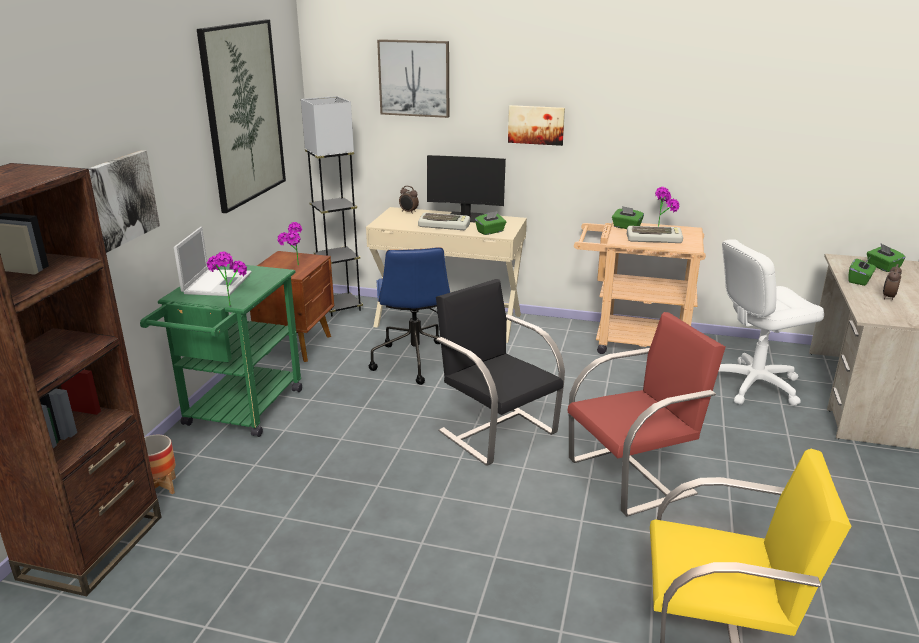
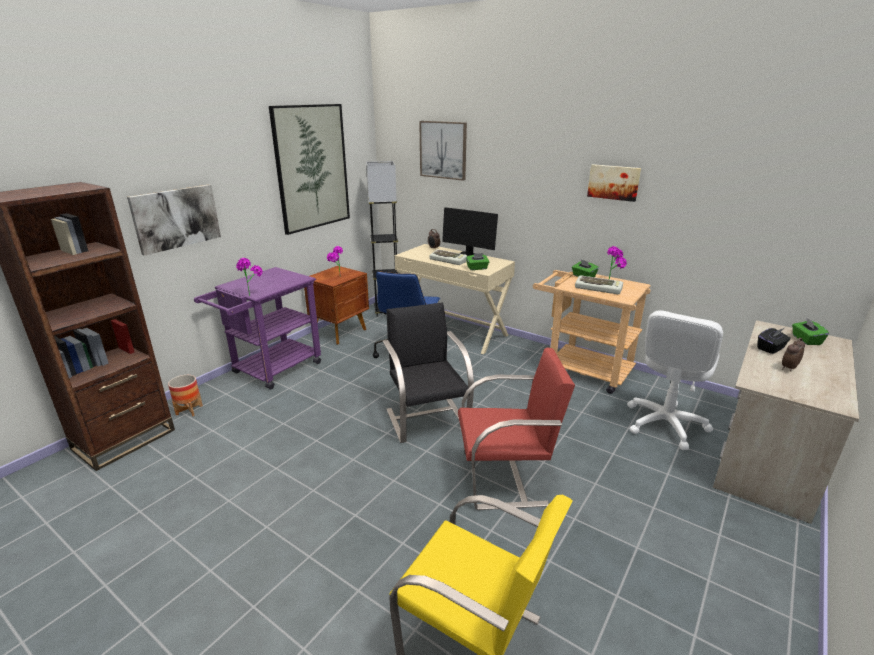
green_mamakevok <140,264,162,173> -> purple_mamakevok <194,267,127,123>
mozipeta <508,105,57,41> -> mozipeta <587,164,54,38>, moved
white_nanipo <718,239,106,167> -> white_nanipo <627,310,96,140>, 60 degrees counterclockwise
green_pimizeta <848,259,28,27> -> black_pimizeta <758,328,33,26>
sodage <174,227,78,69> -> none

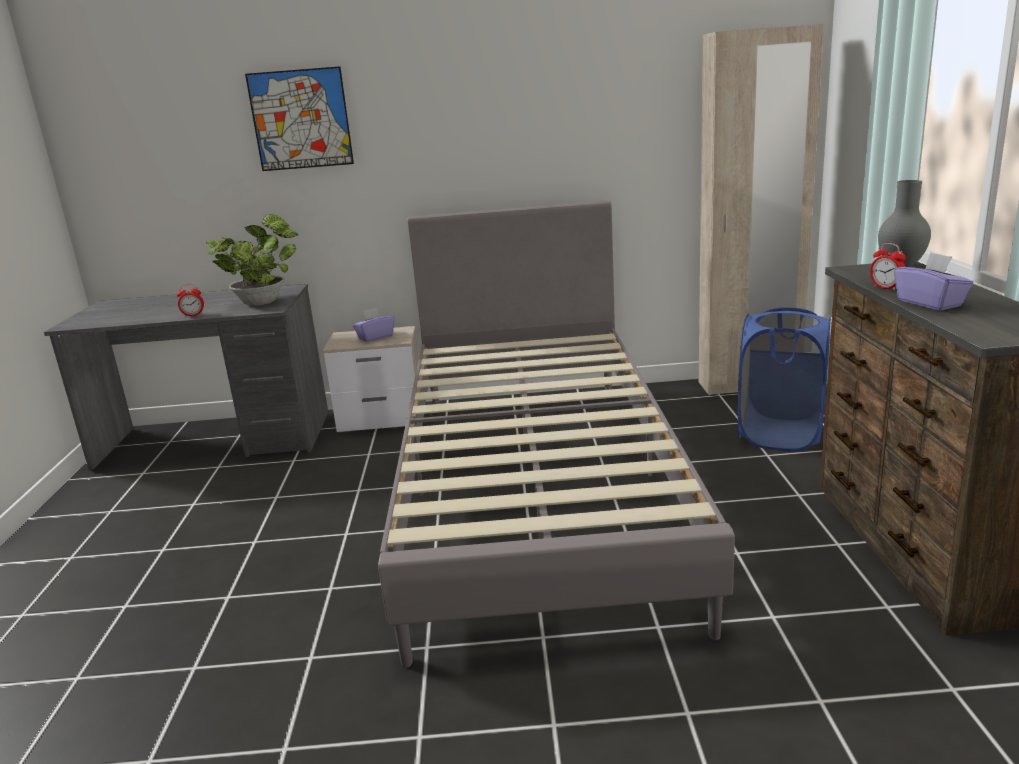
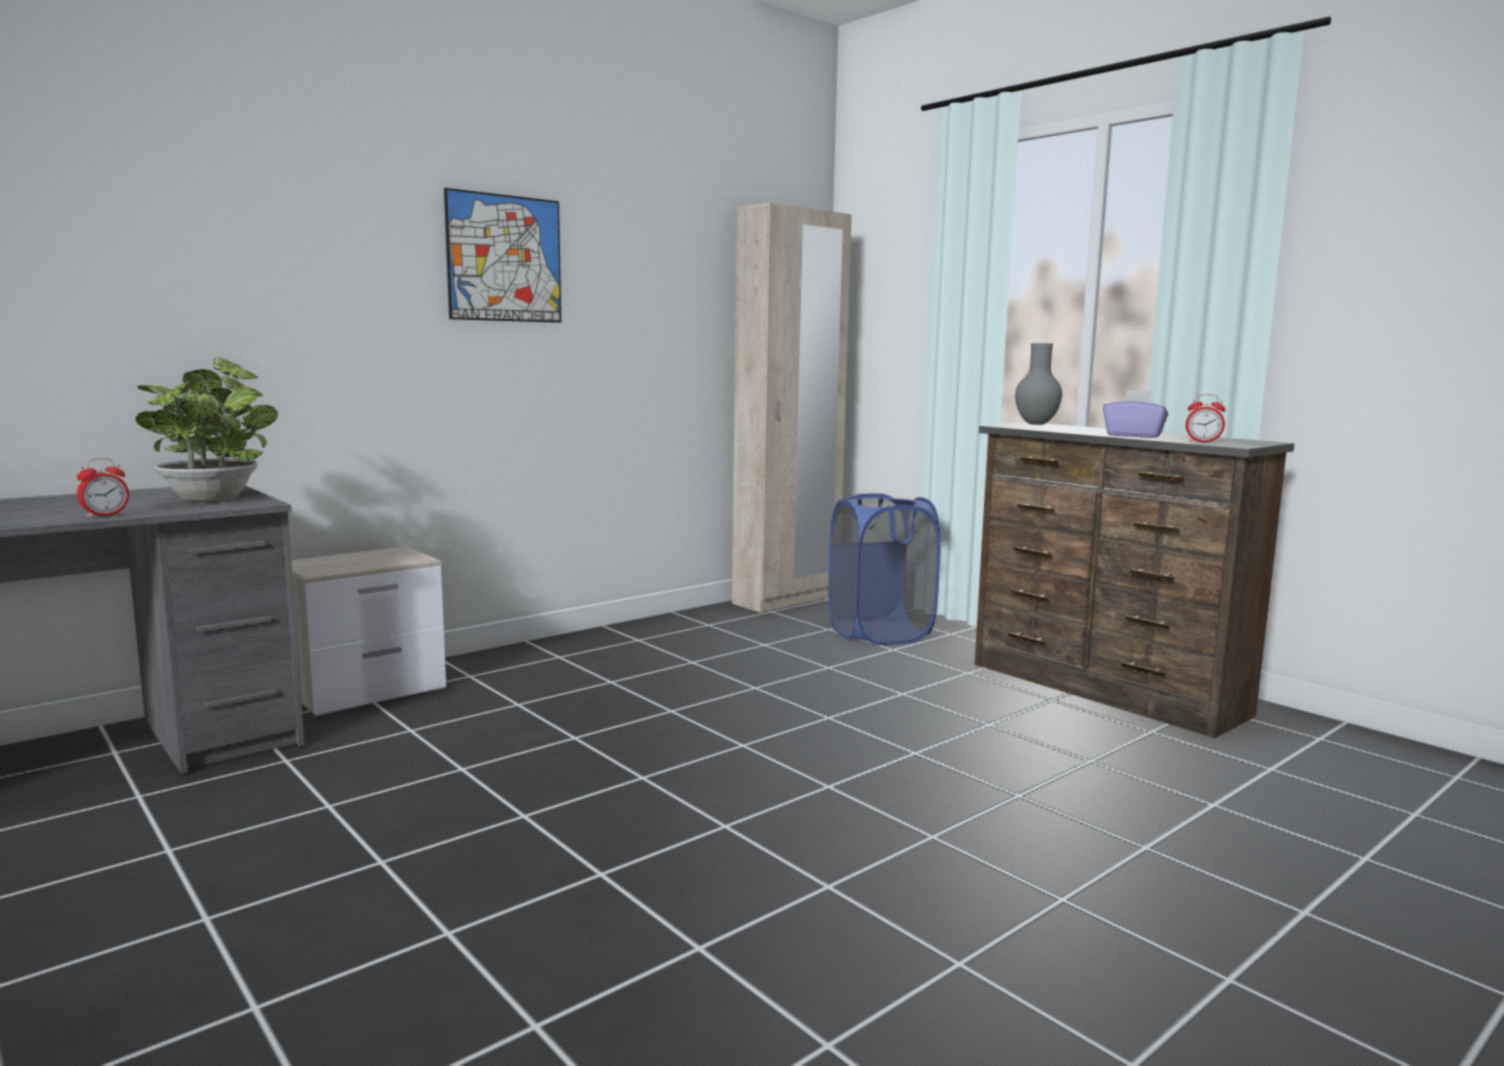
mozipeta <245,66,109,105> -> mozipeta <444,188,117,135>, moved
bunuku <870,243,36,48> -> bunuku <1186,394,39,49>, moved
purple_pimizeta <353,307,42,35> -> none
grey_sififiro <378,200,357,468> -> none

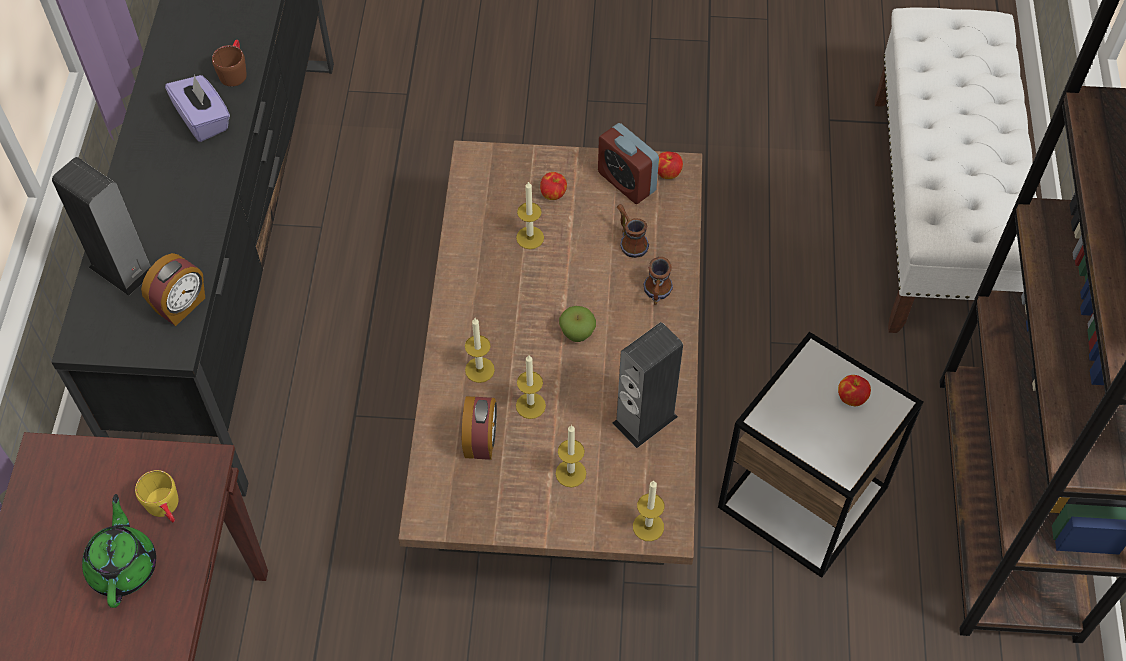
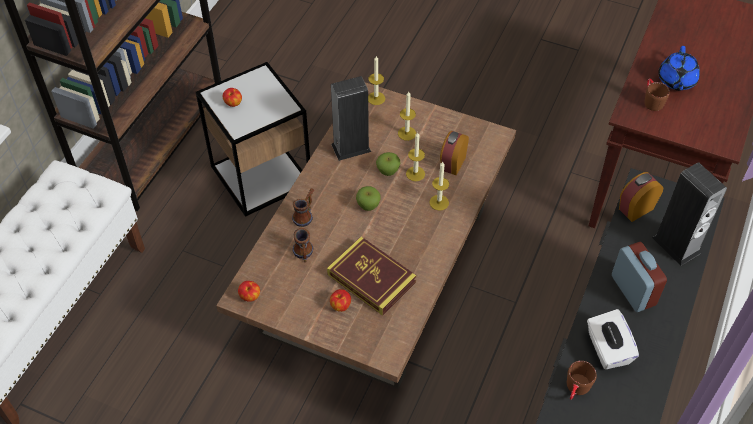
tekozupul <516,181,28,68> -> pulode <327,237,89,79>
none -> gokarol <376,152,24,24>
purple_pimizeta <165,74,65,68> -> white_pimizeta <587,309,52,60>
bunuku <598,123,61,81> -> bunuku <612,242,55,70>, moved
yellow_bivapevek <135,470,44,52> -> brown_bivapevek <644,79,26,32>
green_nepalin <82,494,74,114> -> blue_nepalin <658,46,42,45>

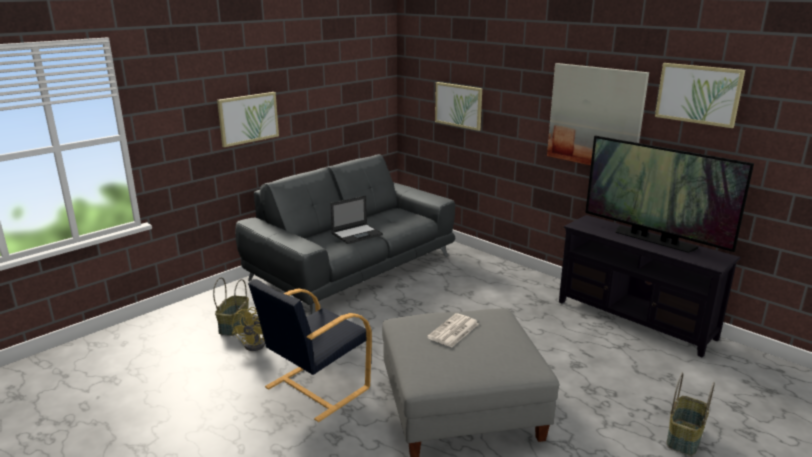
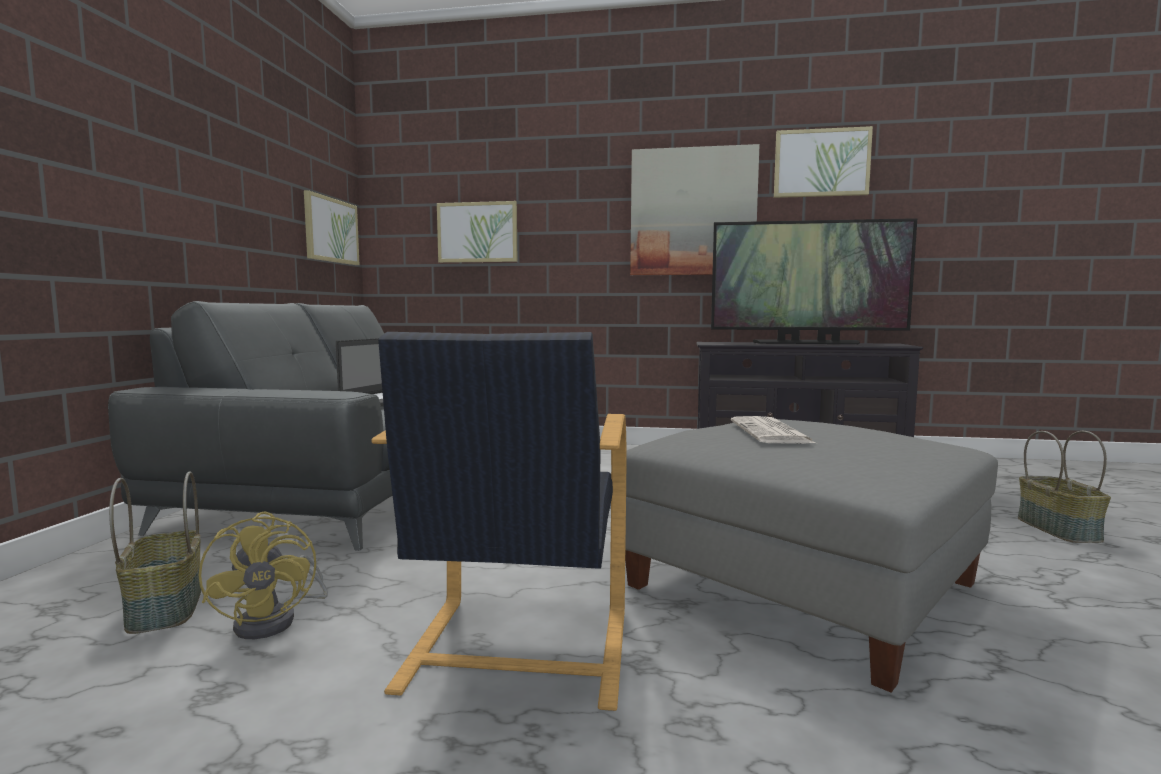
mozipeta <217,92,62,55> -> mozipeta <304,190,56,75>, moved

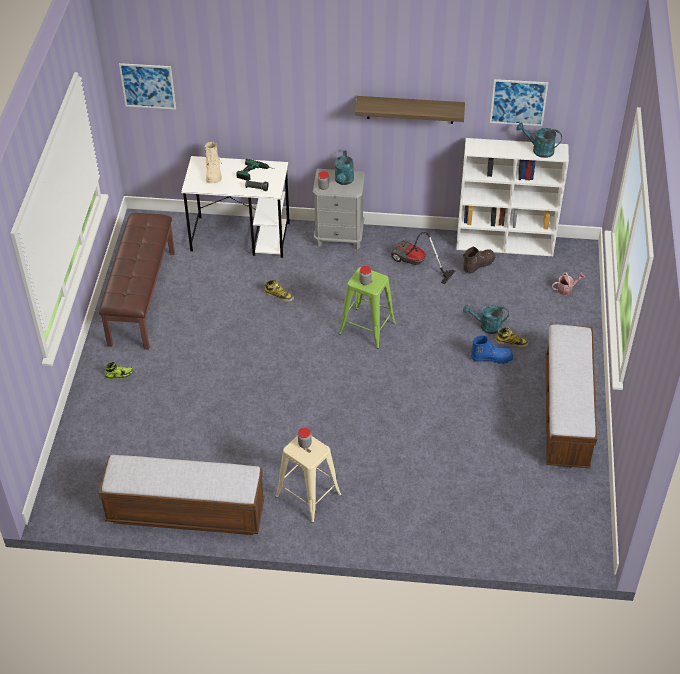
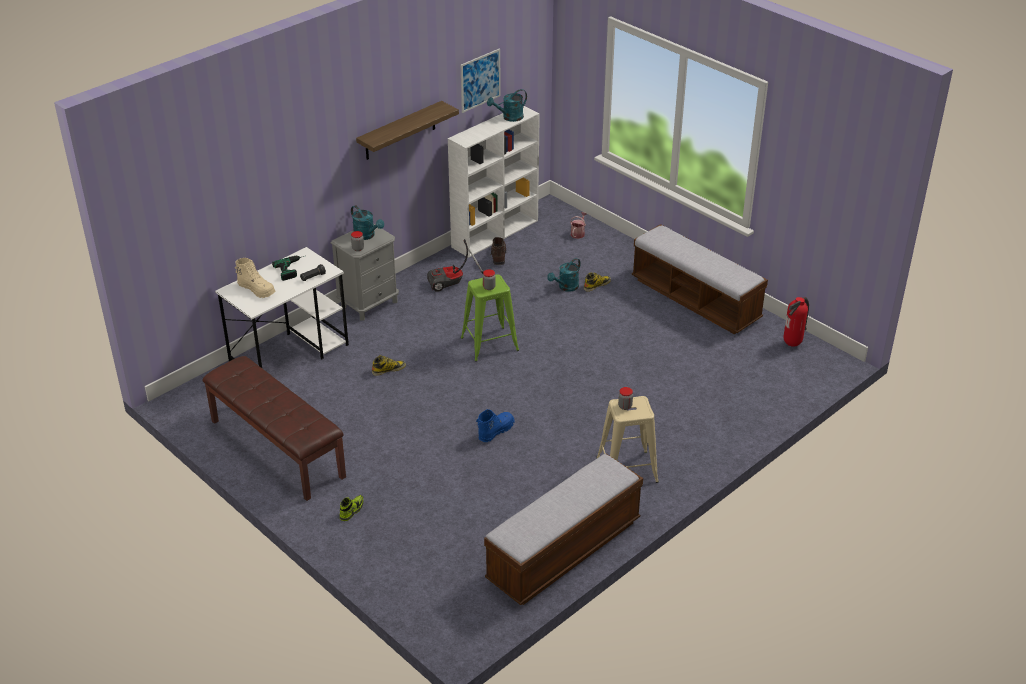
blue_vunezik <471,336,42,28> -> blue_vunezik <476,409,39,33>, moved
none -> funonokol <784,297,25,50>
mozipeta <119,63,57,46> -> none

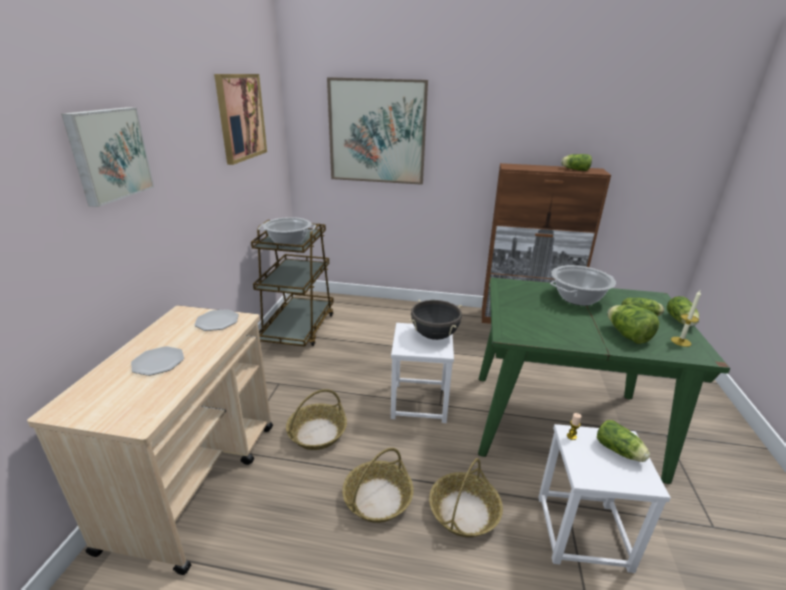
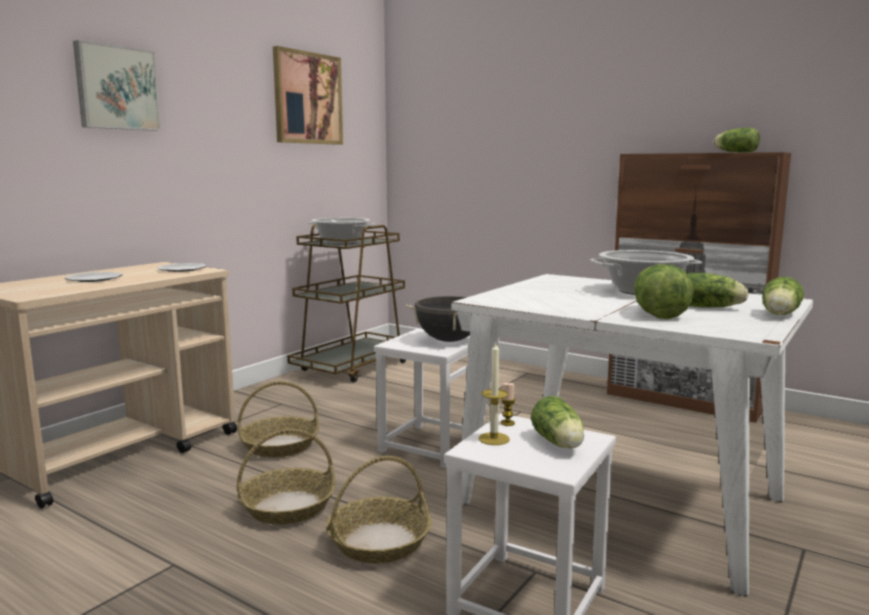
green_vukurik <478,277,252,207> -> white_vukurik <451,274,362,323>
tekozupul <671,290,30,57> -> tekozupul <479,343,31,102>, moved
mozipeta <327,77,101,108> -> none

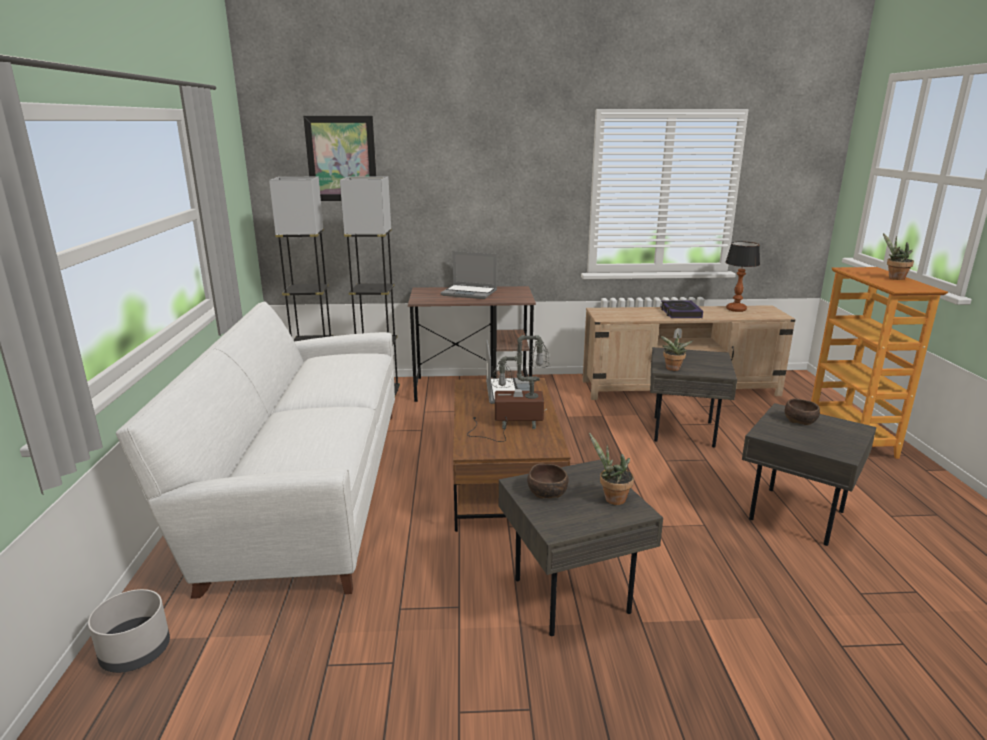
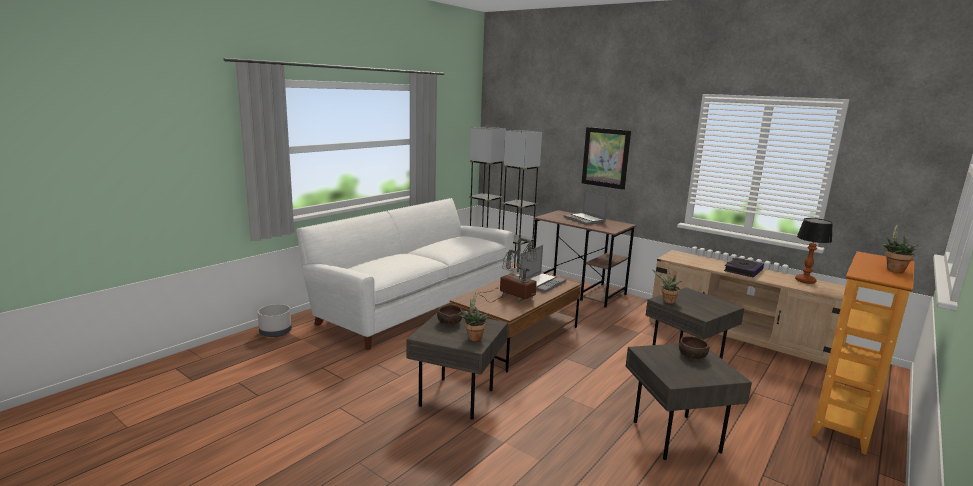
mozipeta <303,116,73,85> -> mozipeta <582,127,49,63>, moved

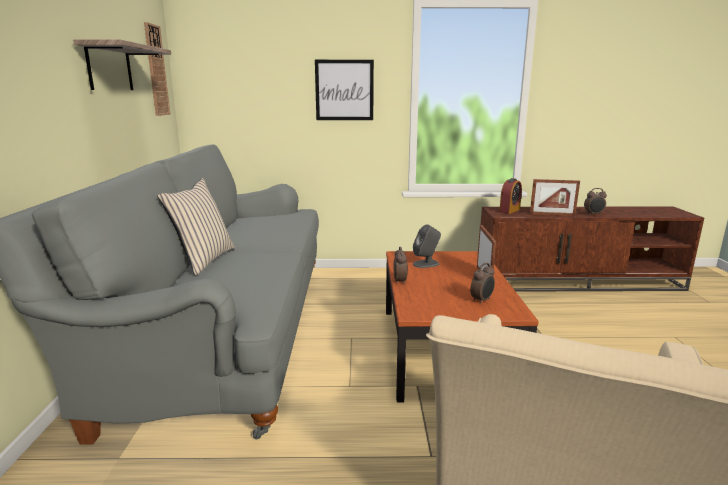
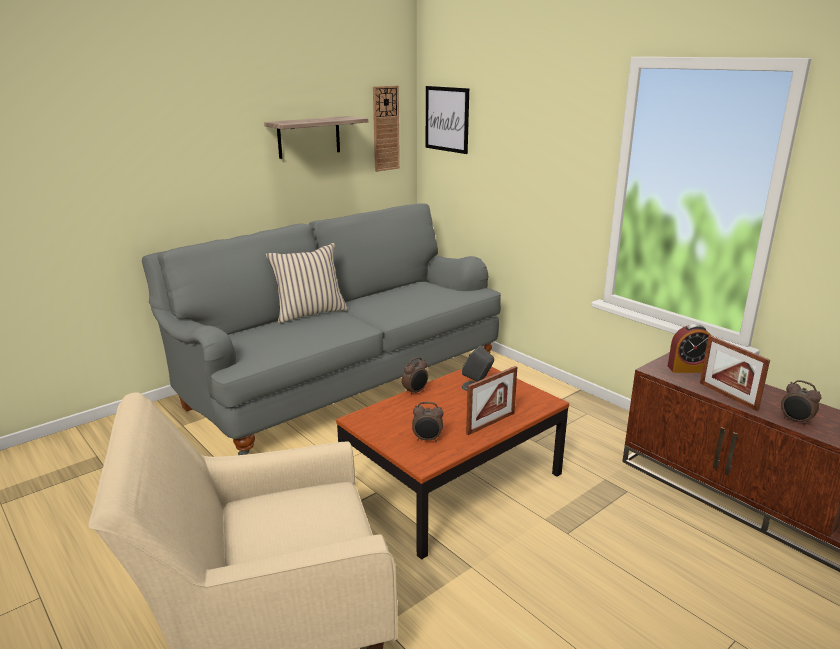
mozipeta <315,60,59,60> -> mozipeta <426,86,43,68>, moved

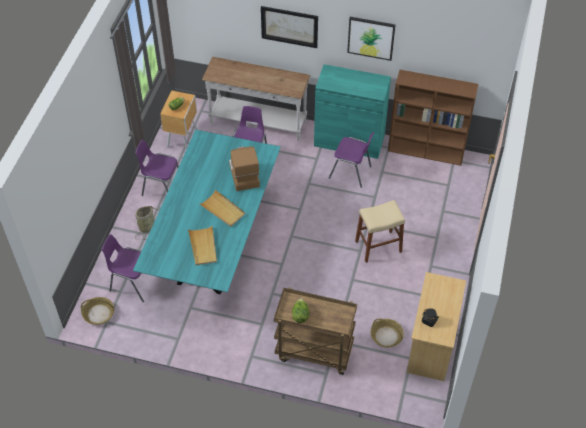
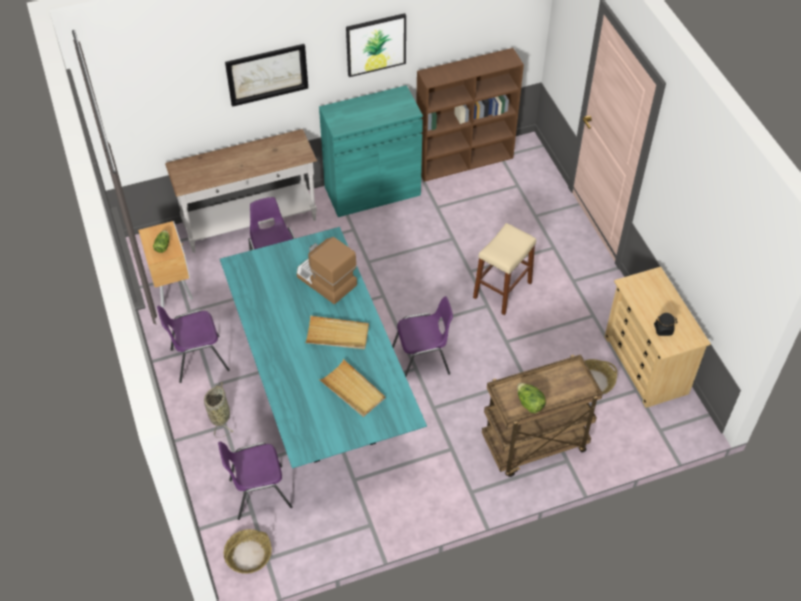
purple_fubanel <329,132,45,56> -> purple_fubanel <392,296,61,81>, moved

